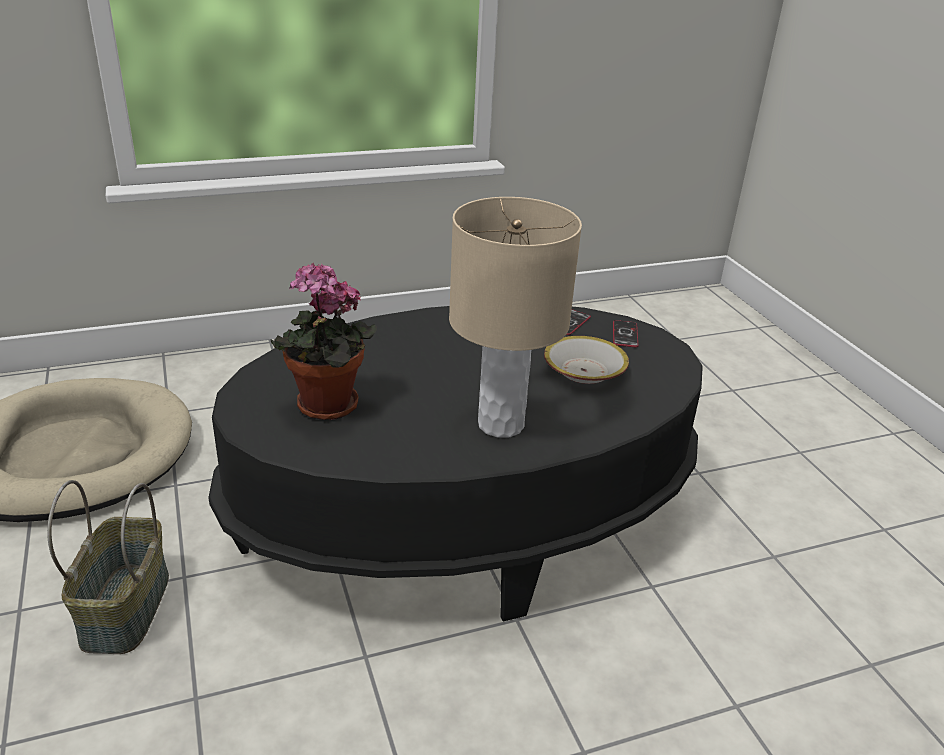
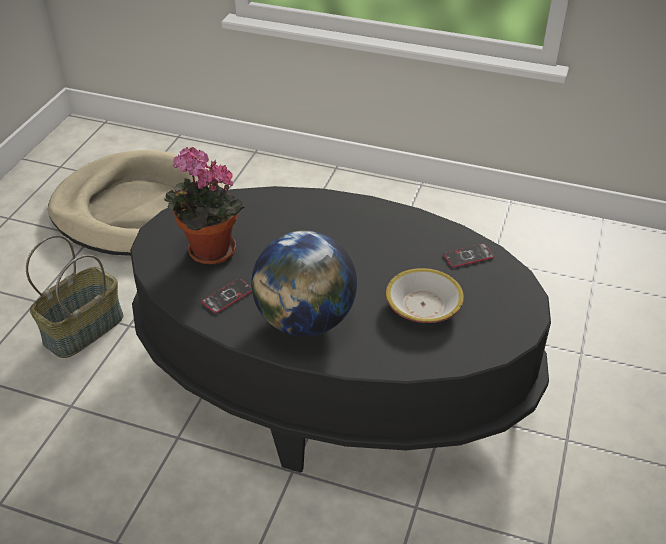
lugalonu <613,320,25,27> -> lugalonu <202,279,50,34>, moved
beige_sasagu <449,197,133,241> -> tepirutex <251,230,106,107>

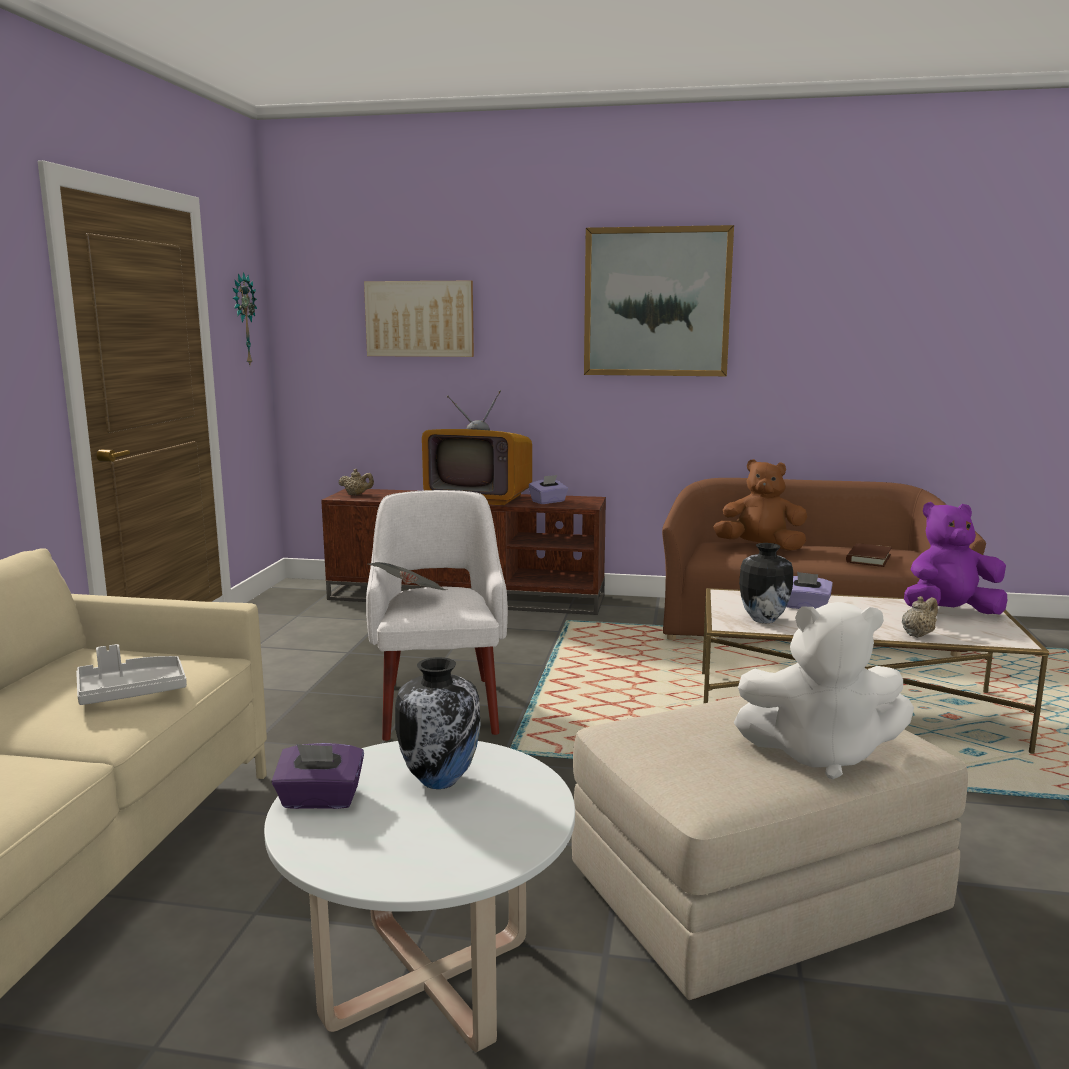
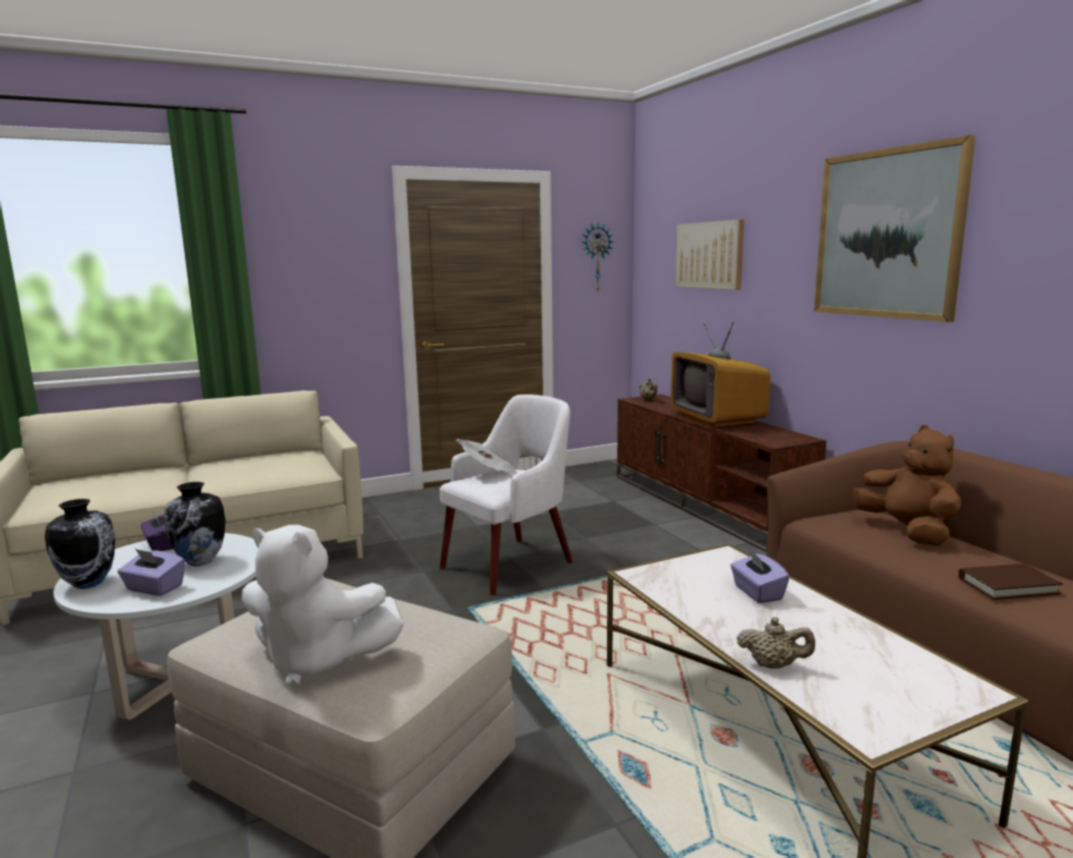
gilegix <739,543,54,80> -> gilegix <45,499,70,90>, moved
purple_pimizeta <529,475,39,29> -> purple_pimizeta <118,549,67,47>, moved
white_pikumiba <734,602,180,178> -> white_pikumiba <242,525,162,162>, 45 degrees counterclockwise
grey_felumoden <76,644,111,61> -> none
purple_pikumiba <904,502,103,113> -> none

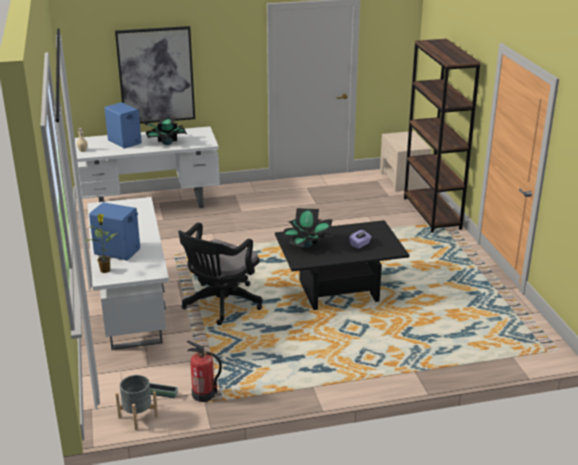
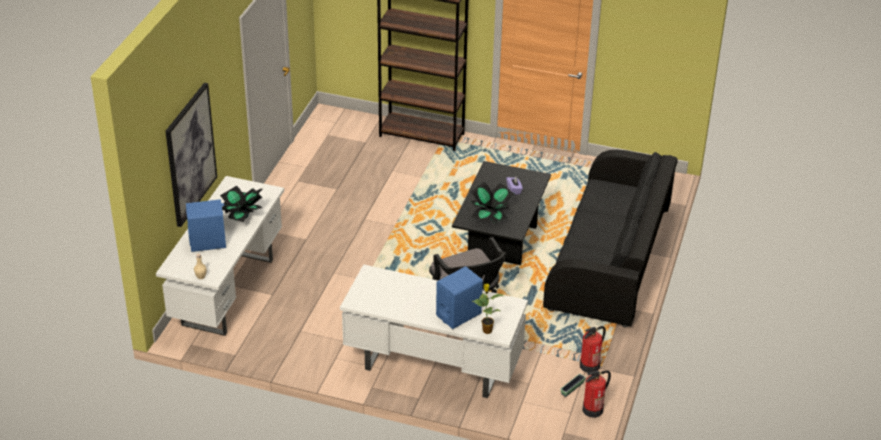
none -> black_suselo <543,149,135,179>
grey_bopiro <115,375,43,55> -> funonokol <582,370,29,48>
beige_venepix <380,131,52,61> -> none

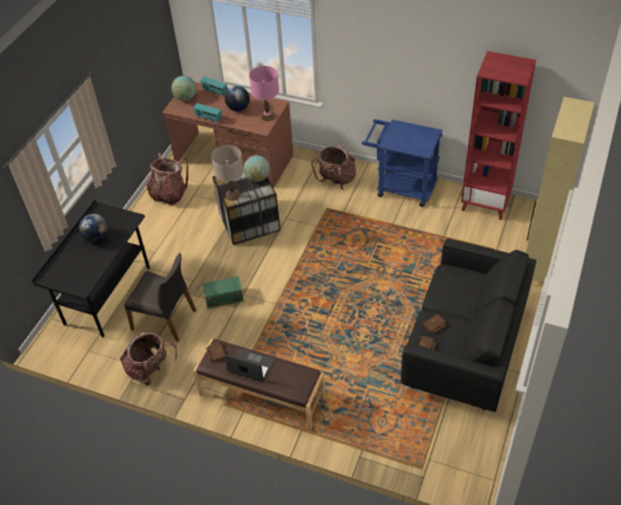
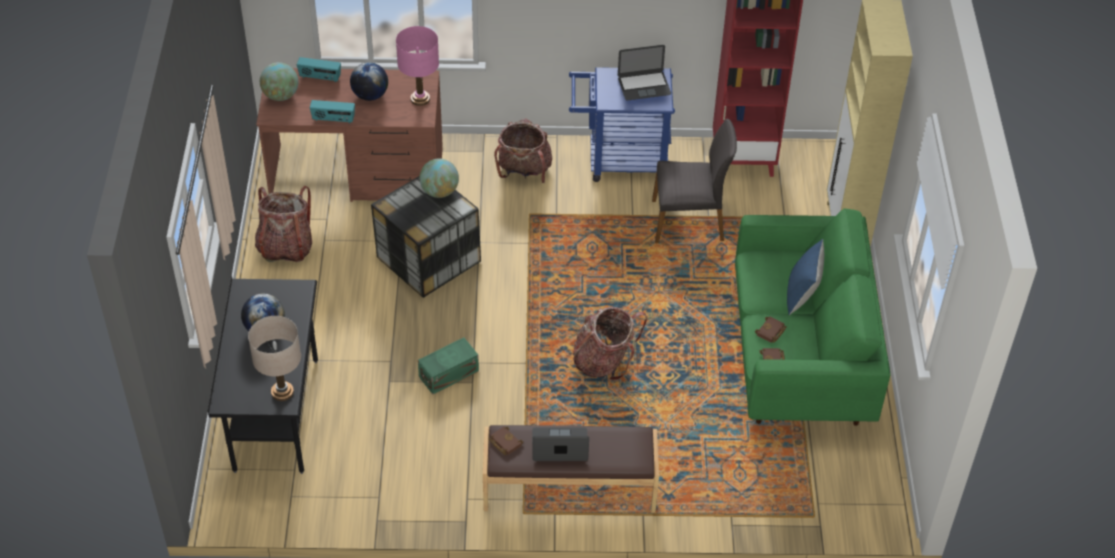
beige_sasagu <211,145,32,55> -> beige_sasagu <248,316,53,85>, moved
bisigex <119,332,58,54> -> bisigex <573,307,74,73>, moved
none -> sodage <618,45,53,55>
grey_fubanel <124,253,72,89> -> grey_fubanel <652,119,85,124>, moved
black_suselo <401,239,135,173> -> green_suselo <735,209,156,217>
none -> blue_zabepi <787,239,37,76>

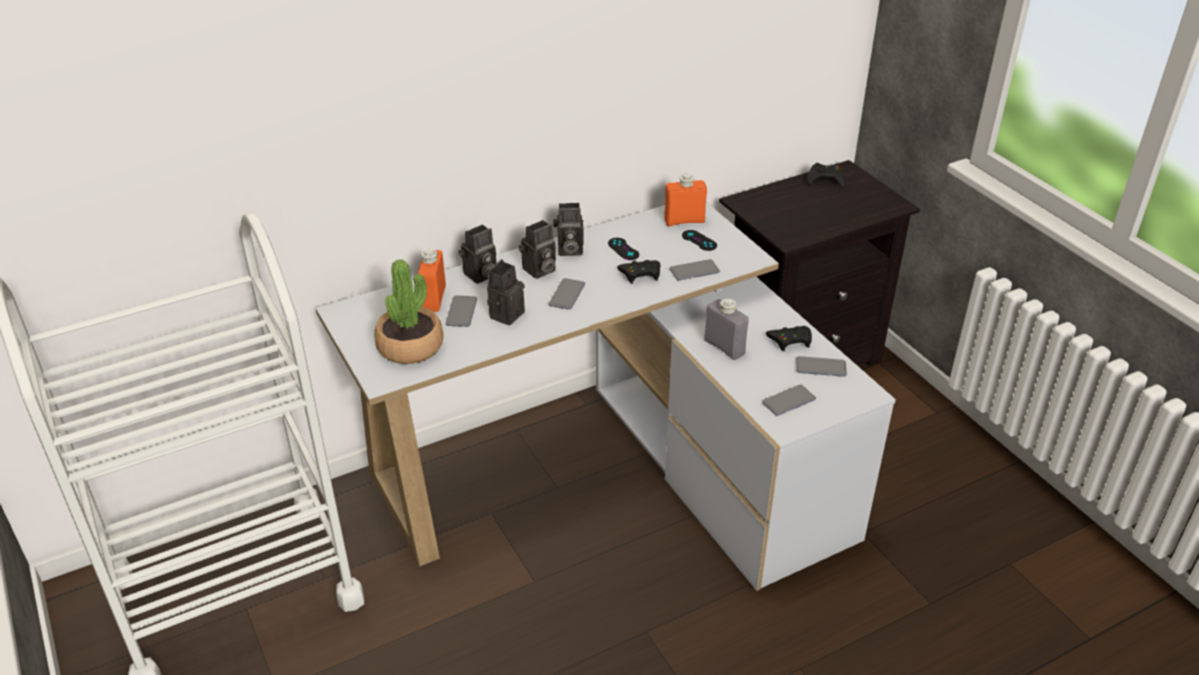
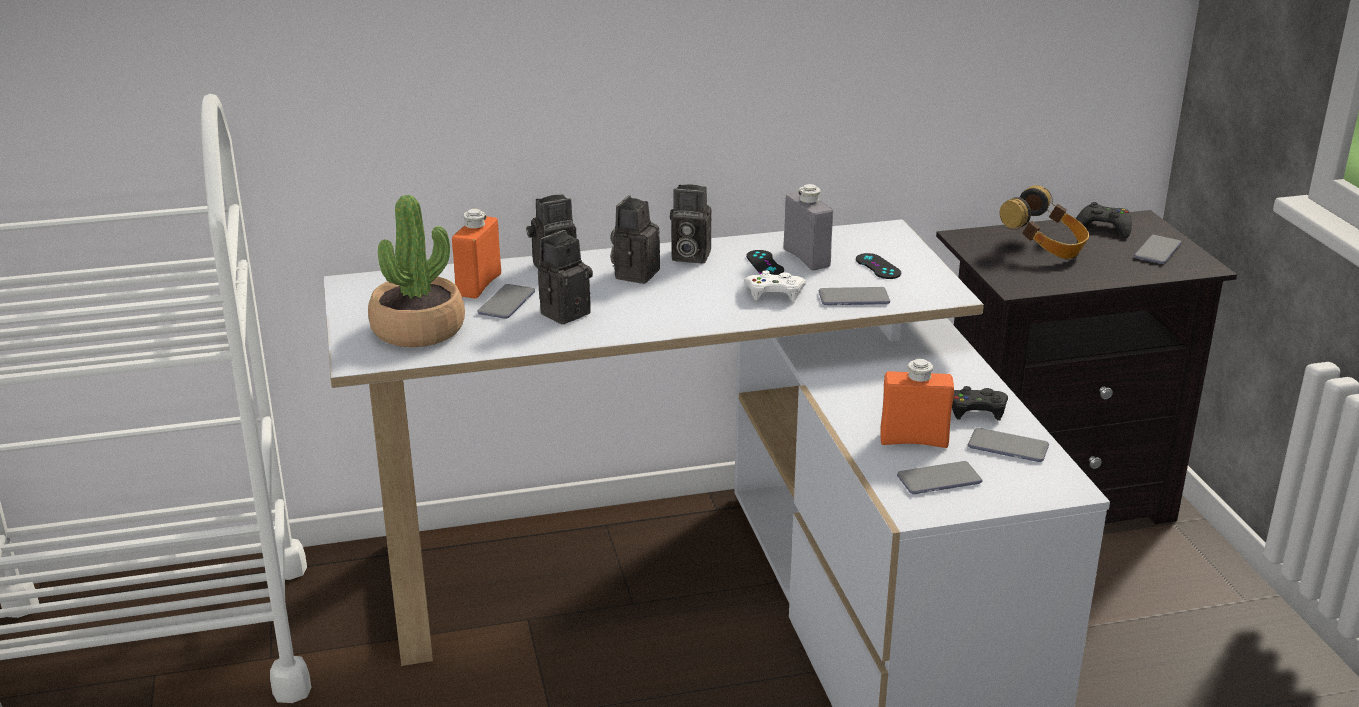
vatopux <519,220,37,59> -> vatopux <610,195,50,89>, 135 degrees clockwise
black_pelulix <617,260,43,24> -> white_pelulix <744,270,62,31>
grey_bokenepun <704,298,45,62> -> grey_bokenepun <784,184,49,86>, moved
orange_bokenepun <664,174,43,52> -> orange_bokenepun <880,359,74,89>, moved
none -> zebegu <1000,185,89,74>
lugalonu <549,278,36,32> -> lugalonu <1134,235,47,29>, moved

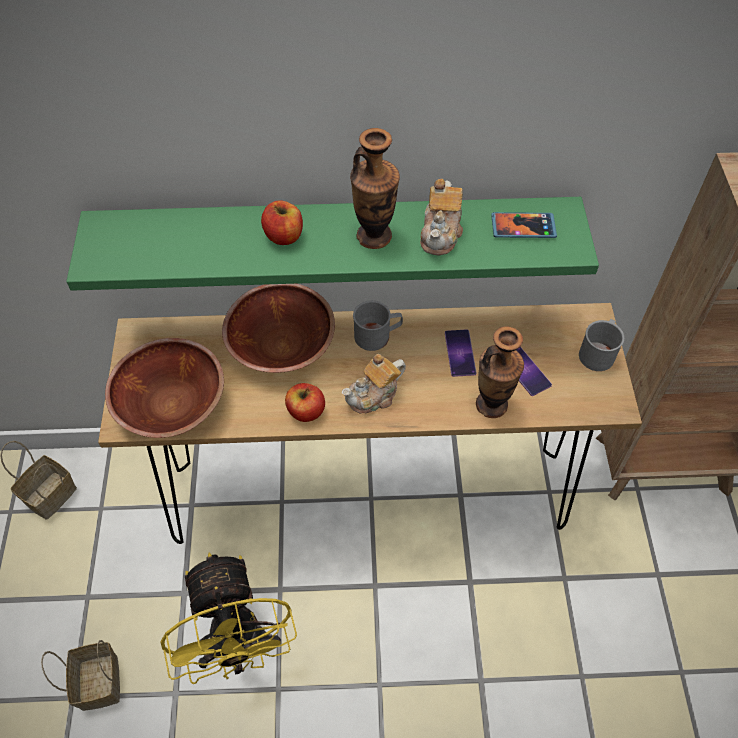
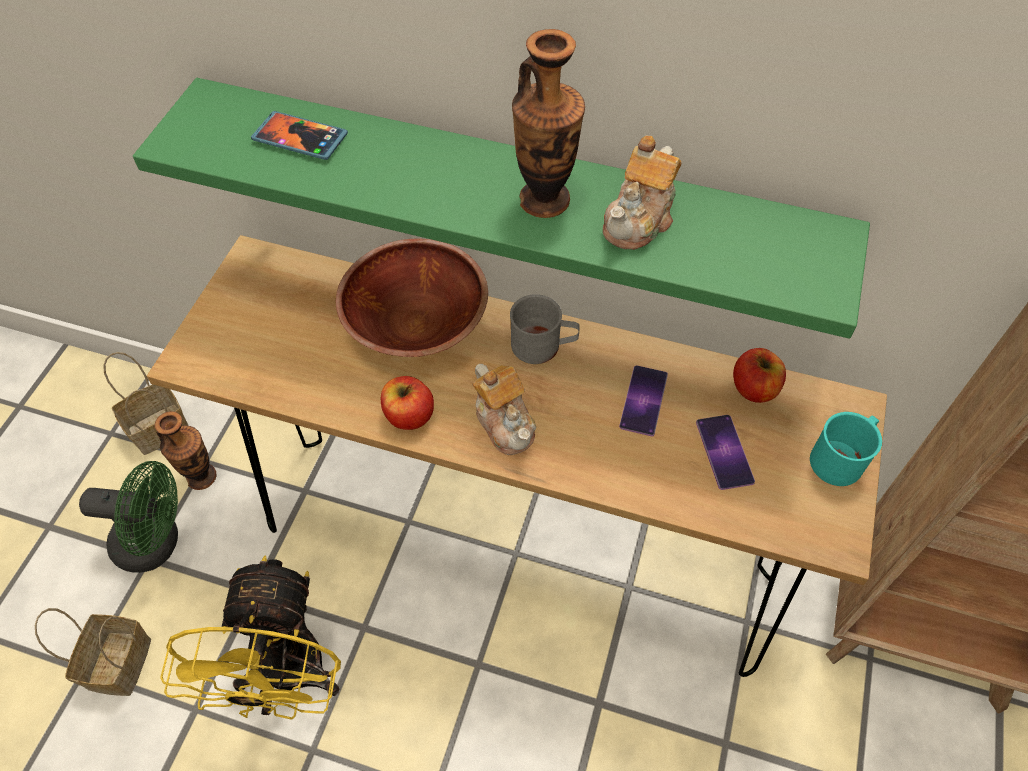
none -> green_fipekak <79,461,99,112>
gilegix <476,326,48,92> -> gilegix <154,411,62,79>, moved
lugalonu <491,212,66,26> -> lugalonu <251,111,97,49>, moved
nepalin <342,354,64,60> -> nepalin <472,364,64,91>, 105 degrees counterclockwise
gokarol <261,200,42,45> -> gokarol <733,348,53,55>, moved
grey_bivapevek <579,319,45,52> -> turquoise_bivapevek <810,412,72,74>
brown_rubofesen <105,338,119,100> -> none

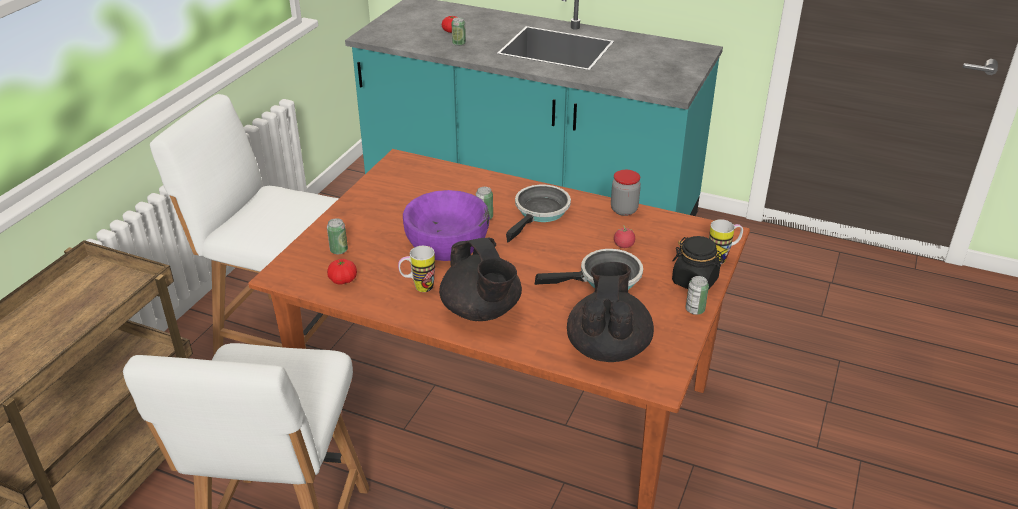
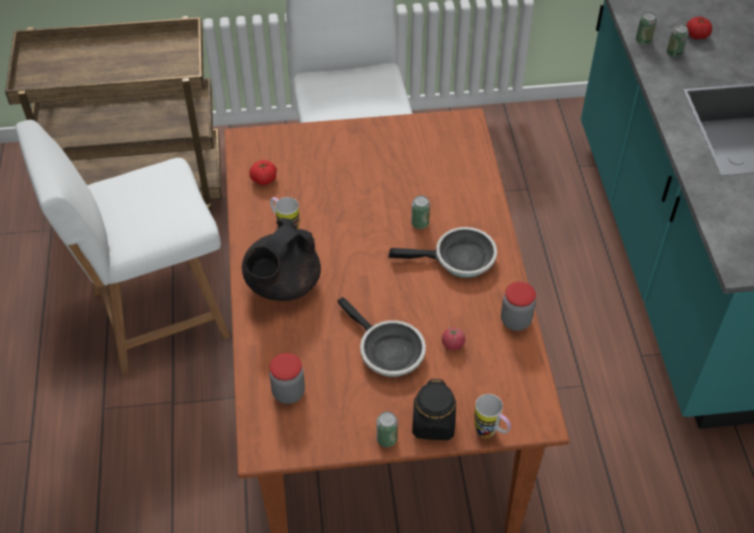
black_nepalin <567,262,87,100> -> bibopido <269,353,36,51>
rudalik <327,218,21,36> -> rudalik <636,12,21,33>, moved
purple_rubofesen <403,190,87,71> -> none

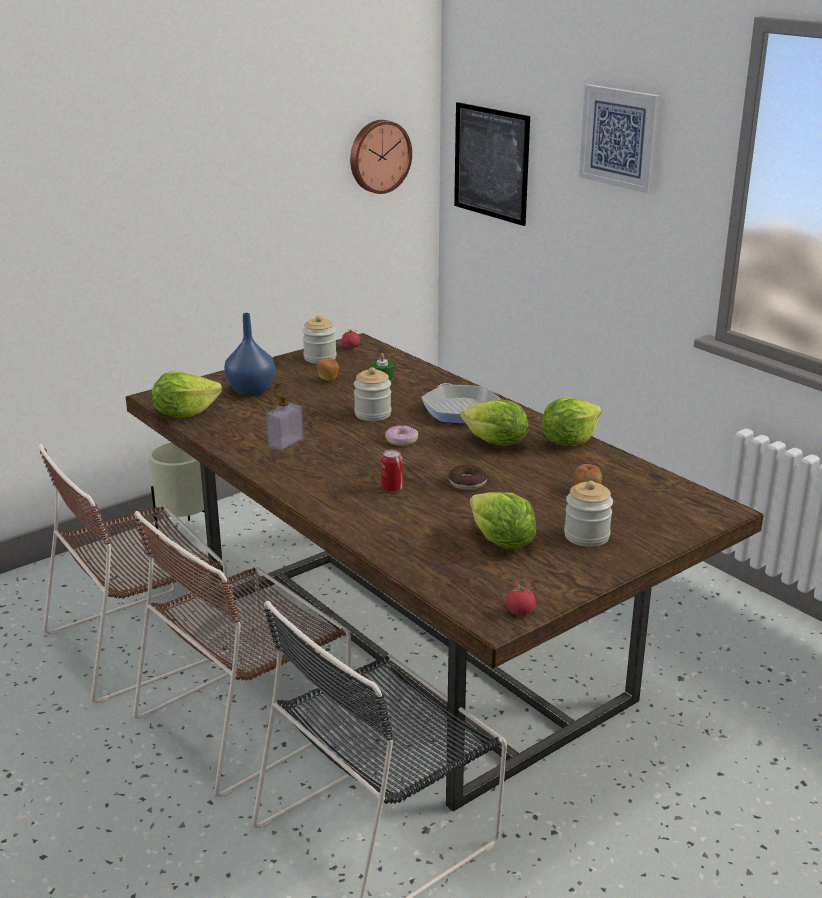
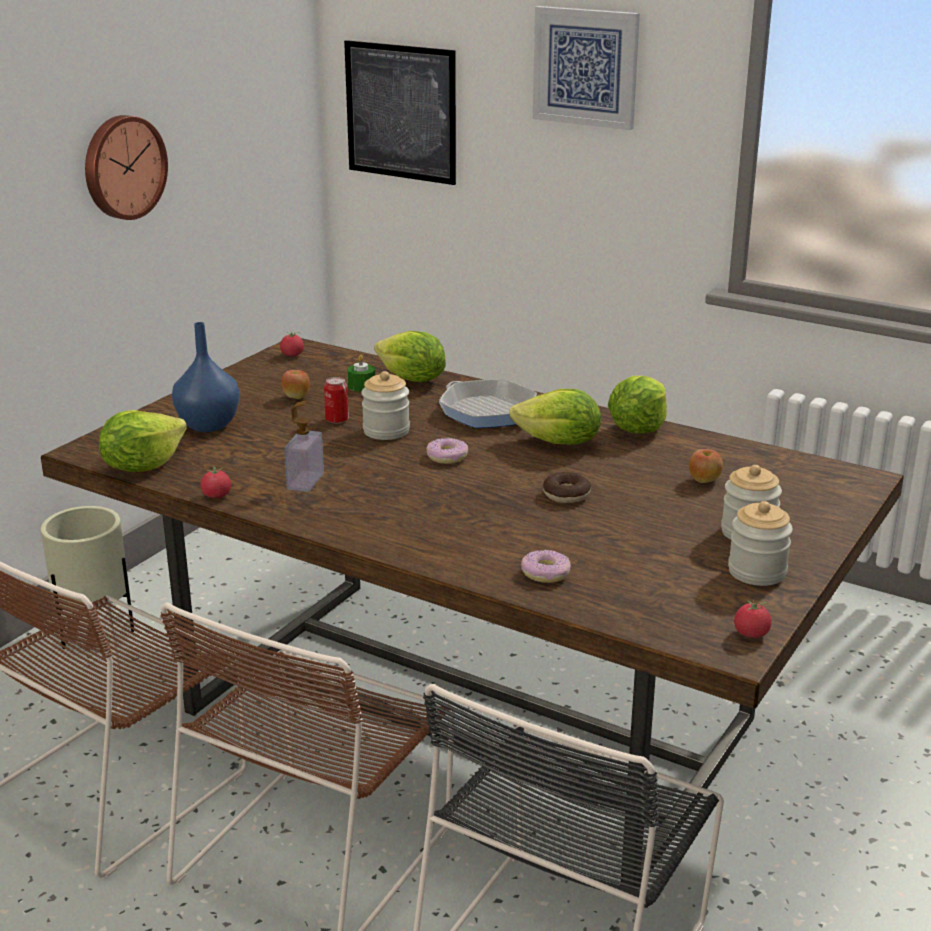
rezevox <350,120,62,74> -> rezevox <85,115,83,105>, moved
none -> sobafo <201,465,30,33>
rudalik <381,450,22,42> -> rudalik <324,377,25,47>, moved
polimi <470,492,66,57> -> polimi <374,331,72,51>, moved
none -> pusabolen <521,550,50,33>
bibopido <302,315,35,49> -> bibopido <728,501,65,85>, moved

